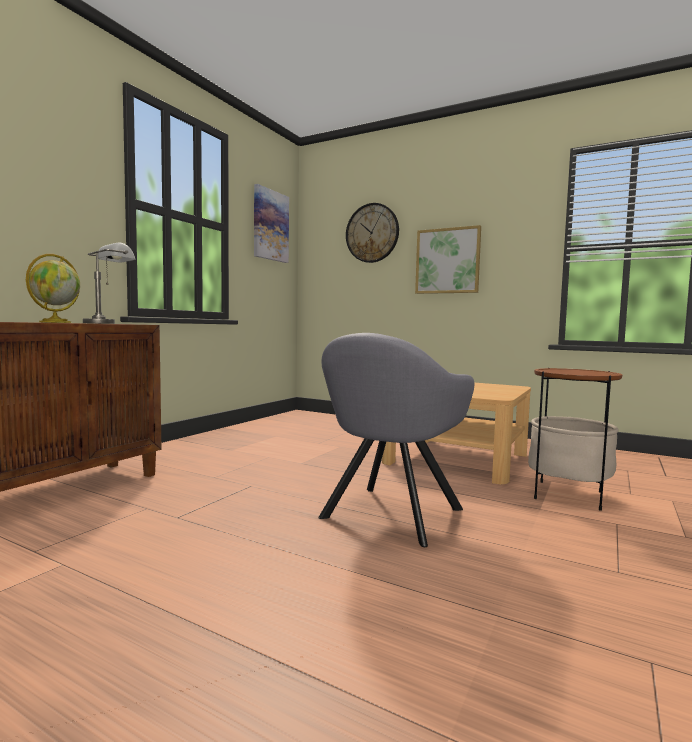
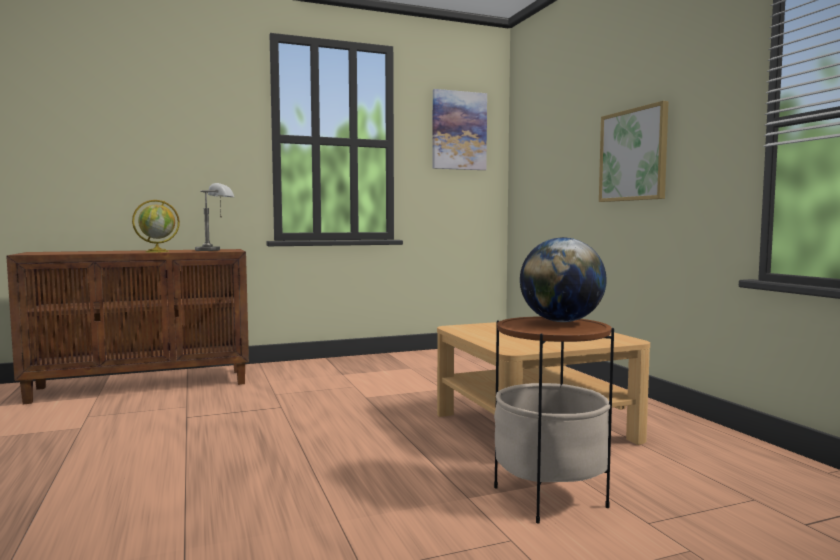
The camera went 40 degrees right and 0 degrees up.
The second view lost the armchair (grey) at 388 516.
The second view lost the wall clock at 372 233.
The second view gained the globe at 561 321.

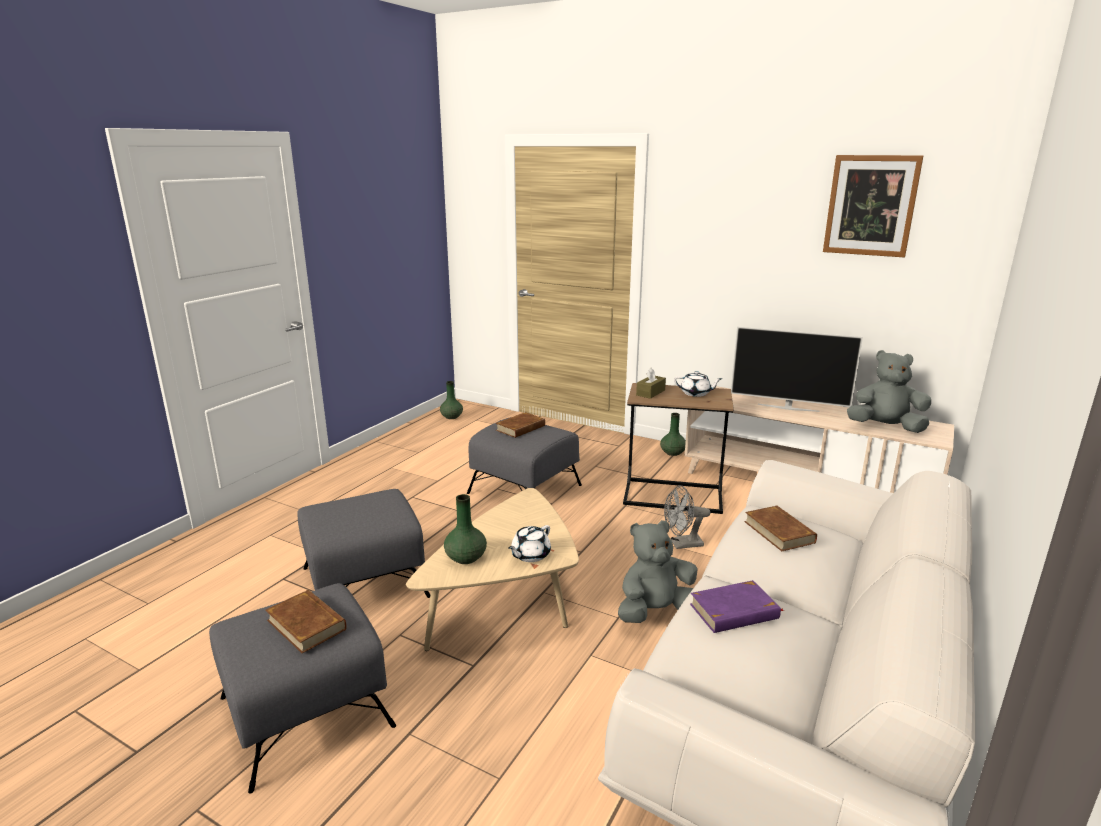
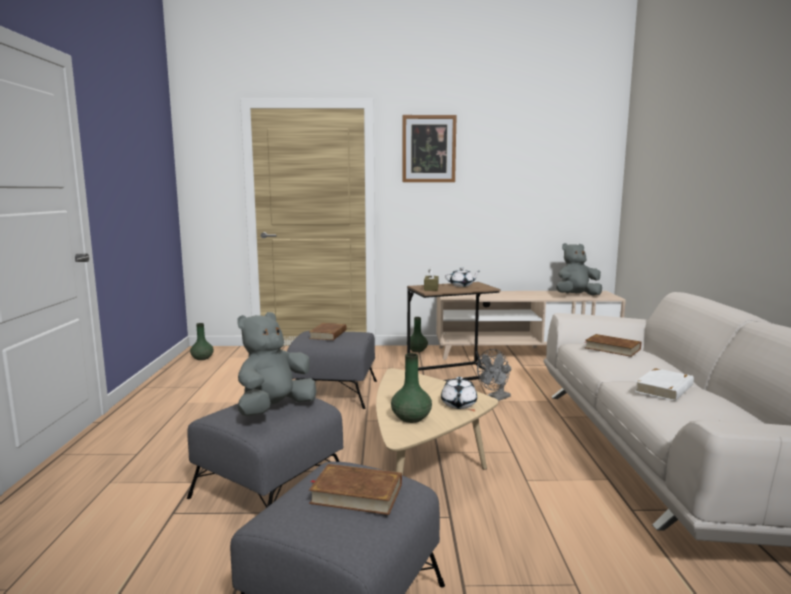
The camera went 30 degrees left and 10 degrees down.
The plush toy (grey) ended up elsewhere, having gone from 655 612 to 274 409.
What was the book (purple) at 734 612 turned into the book (white) at 664 388.
The second view lost the television at 788 407.
The picture ended up elsewhere, having gone from 870 206 to 429 149.

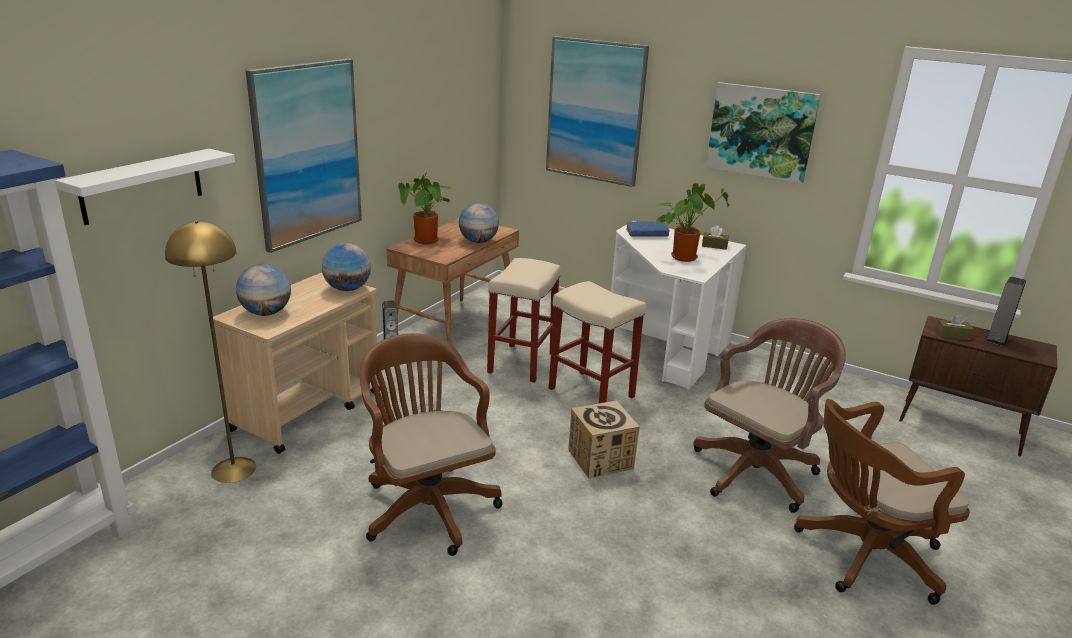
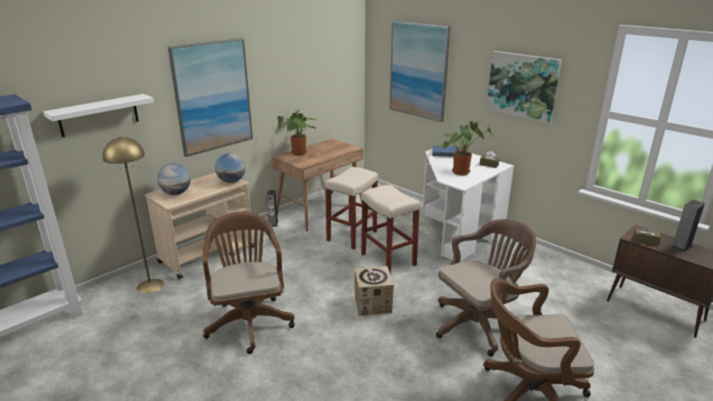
The camera went 15 degrees right and 0 degrees up.
The second view lost the globe at 478 241.

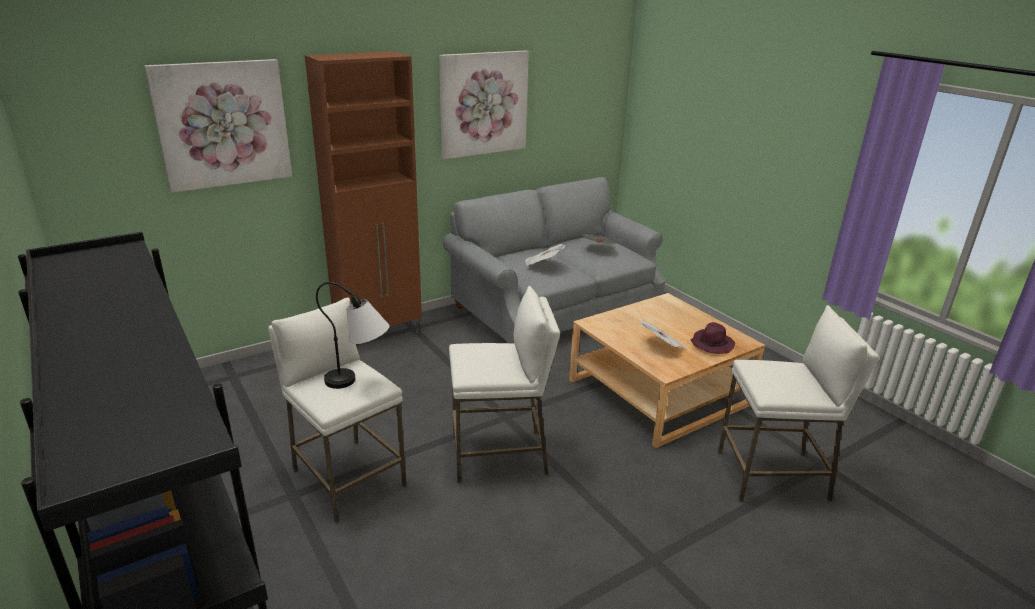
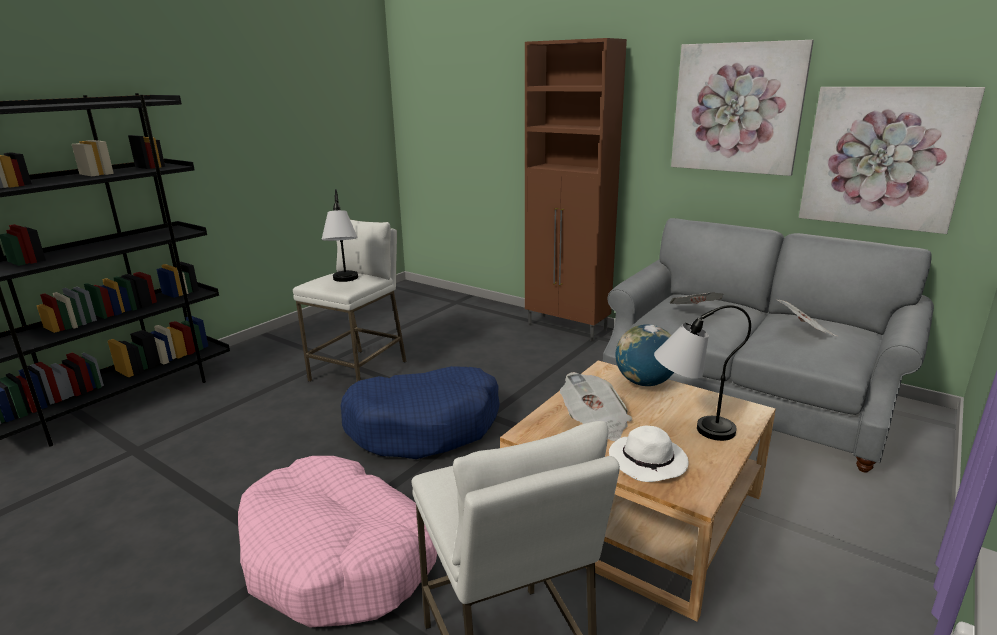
The camera went 70 degrees right and 5 degrees down.
The picture ended up elsewhere, having gone from 223 124 to 883 158.
Where the stool (white) stood at 499 455, the dog bed (blue) came to stand at 424 426.
What was the hat (purple) at 711 344 turned into the hat (white) at 649 462.
The second view gained the dog bed (pink) at 338 557.
The second view gained the globe at 644 382.
The second view gained the table lamp at 689 428.

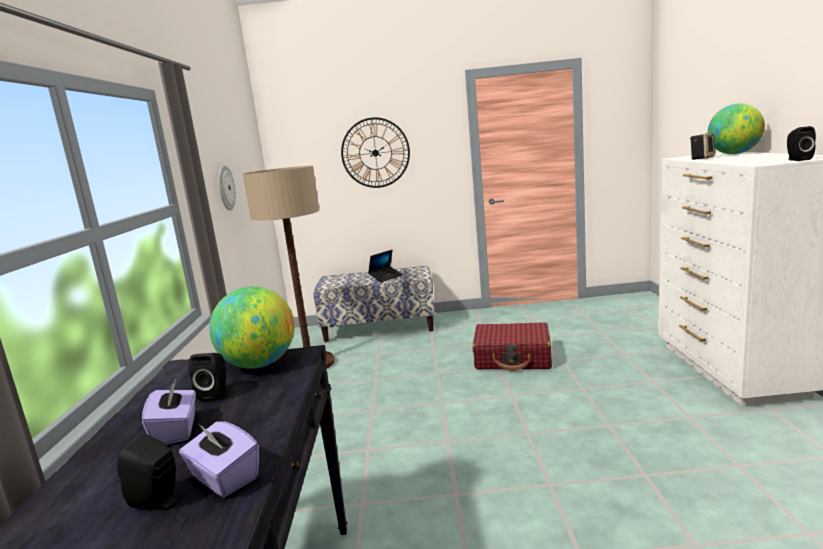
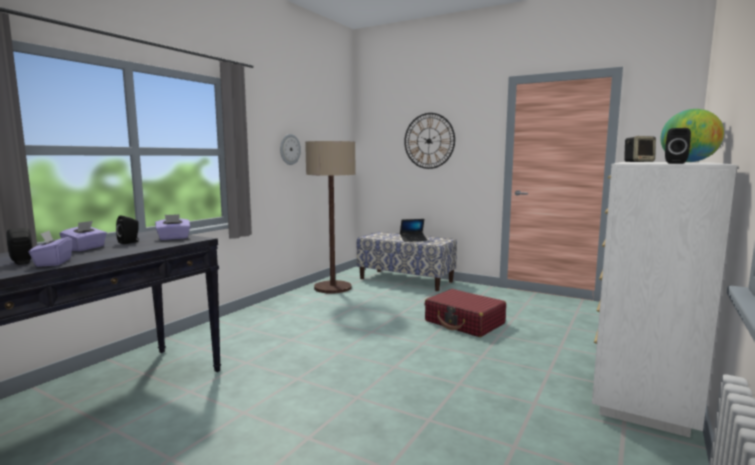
The camera went 30 degrees right and 5 degrees down.
Where the globe stood at 259 364, the tissue box (purple) came to stand at 173 238.

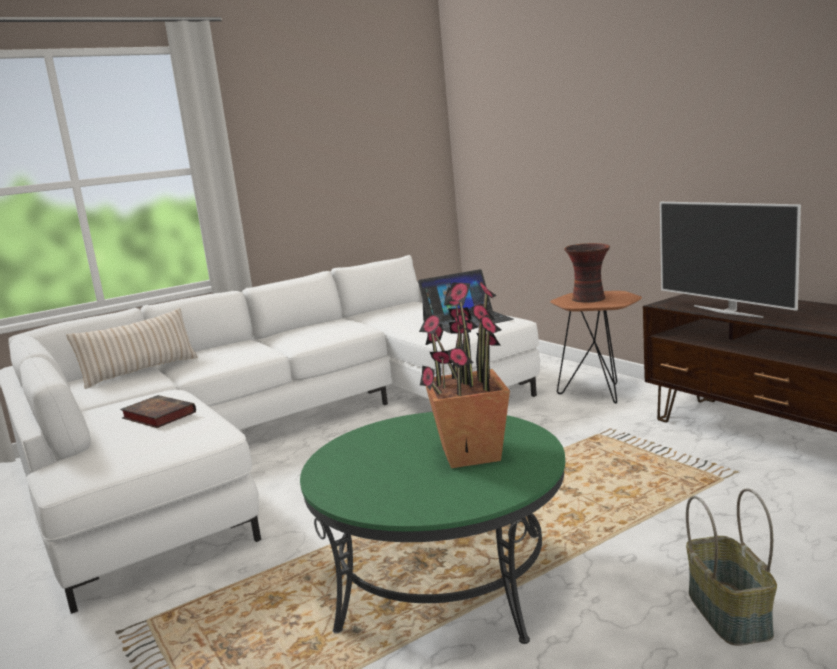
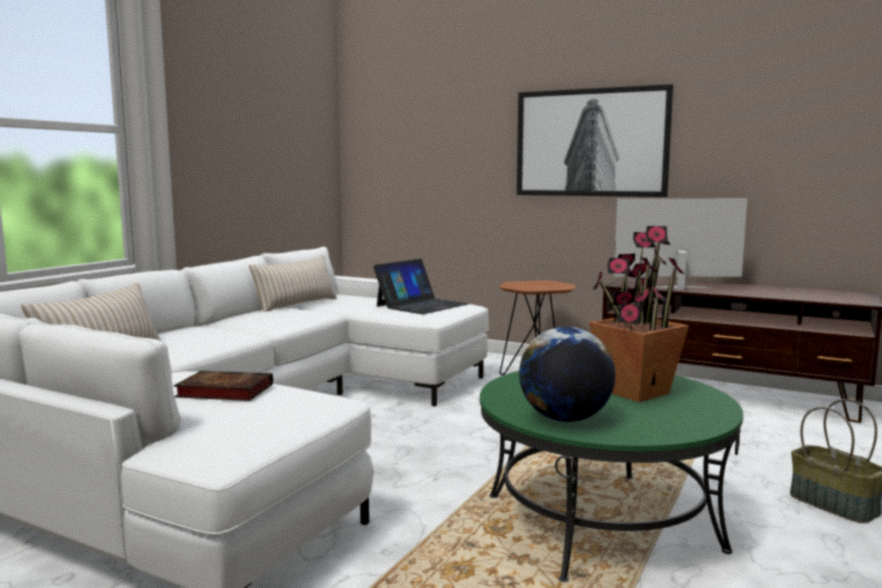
The camera went 30 degrees left and 5 degrees down.
The second view lost the vase at 589 299.
The television at 728 311 ended up facing another way, 150 degrees clockwise from before.
The second view gained the pillow (beige) at 296 305.
The second view gained the picture at 591 143.
The second view gained the globe at 565 419.

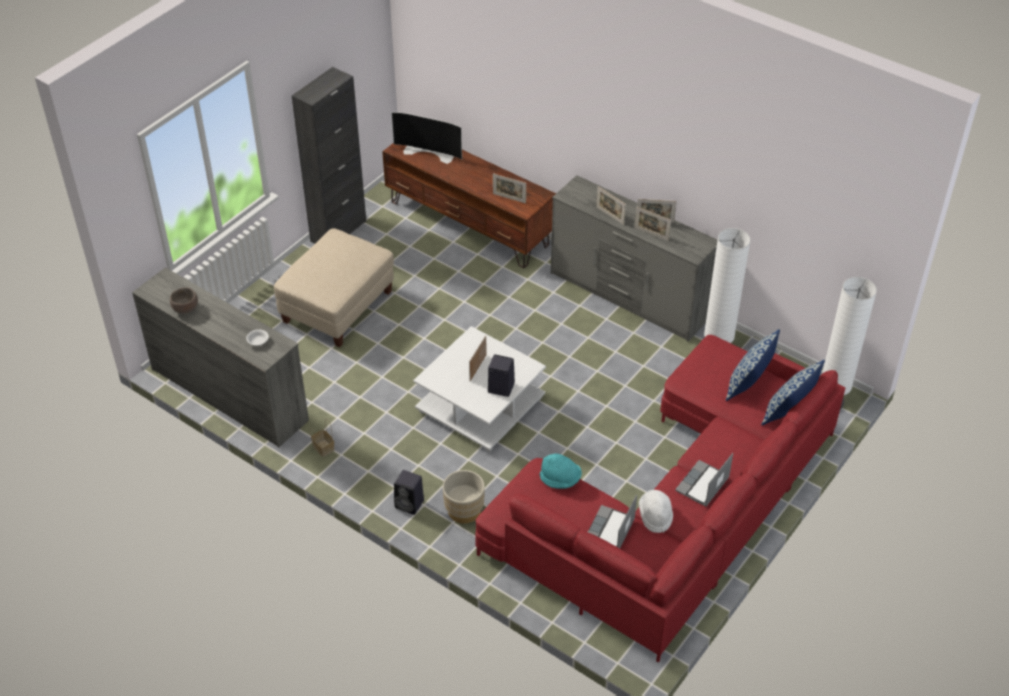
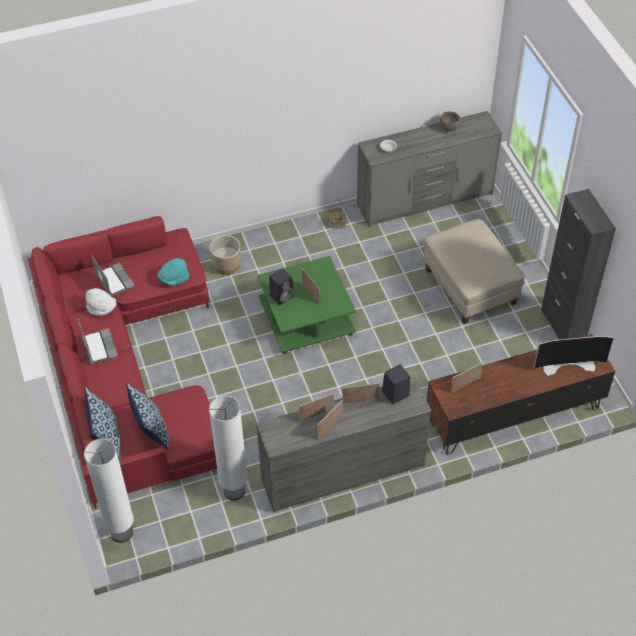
The camera went 125 degrees right and 5 degrees up.
The television at 430 152 ended up facing another way, 150 degrees counterclockwise from before.
The speaker (black) ended up elsewhere, having gone from 410 504 to 395 394.
What was the coffee table (white) at 480 406 turned into the coffee table (green) at 305 318.

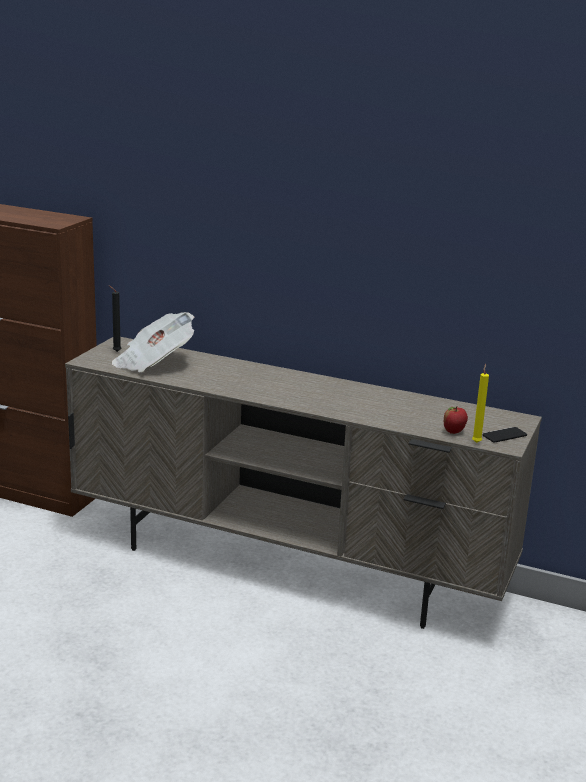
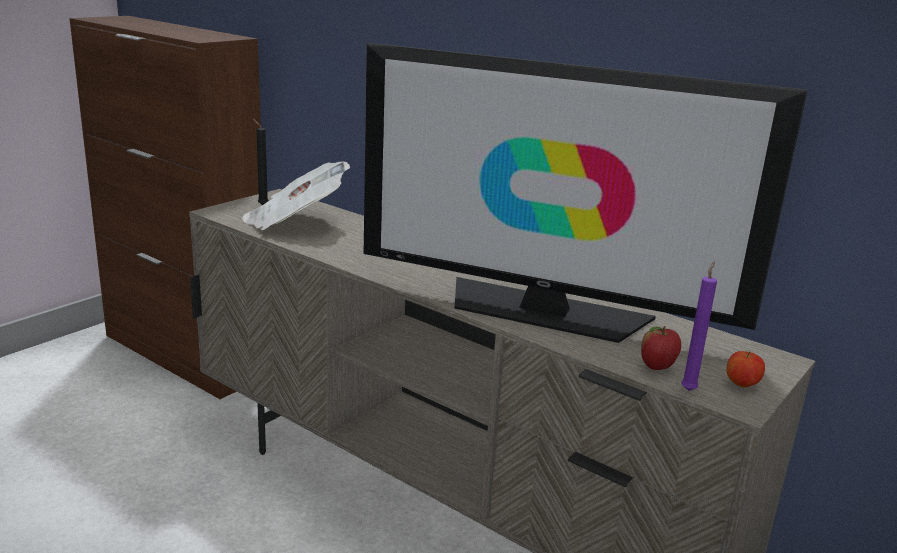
The camera went 15 degrees right and 0 degrees up.
What was the candle (yellow) at 476 442 turned into the candle (purple) at 689 389.
Where the phone stood at 504 435, the apple came to stand at 741 384.
The second view gained the television at 543 311.

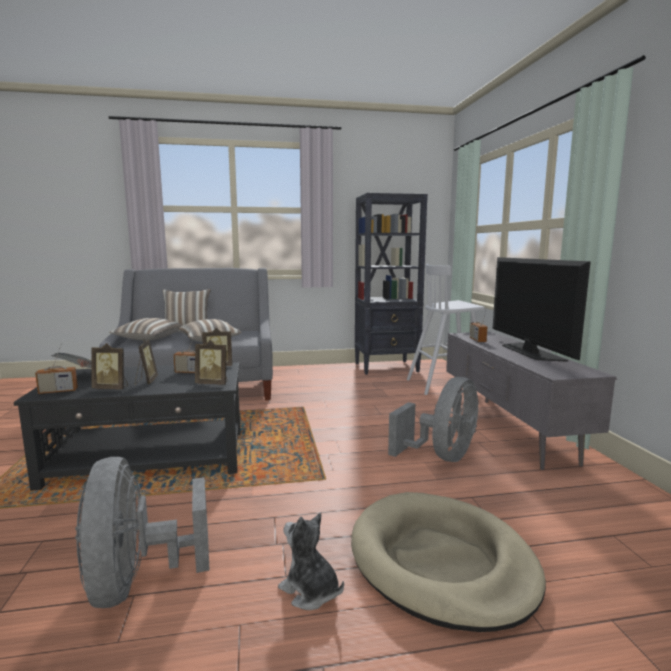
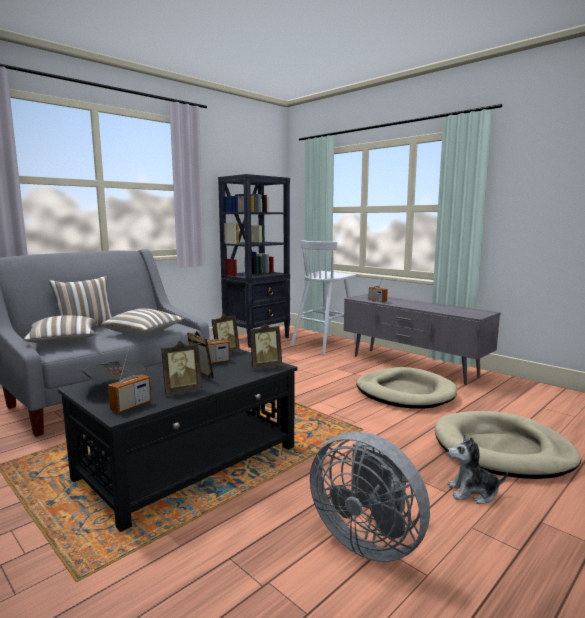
The camera went 35 degrees left and 0 degrees up.
Where the fan (grey) stood at 442 456, the dog bed (beige) came to stand at 405 392.
The second view lost the television at 530 352.

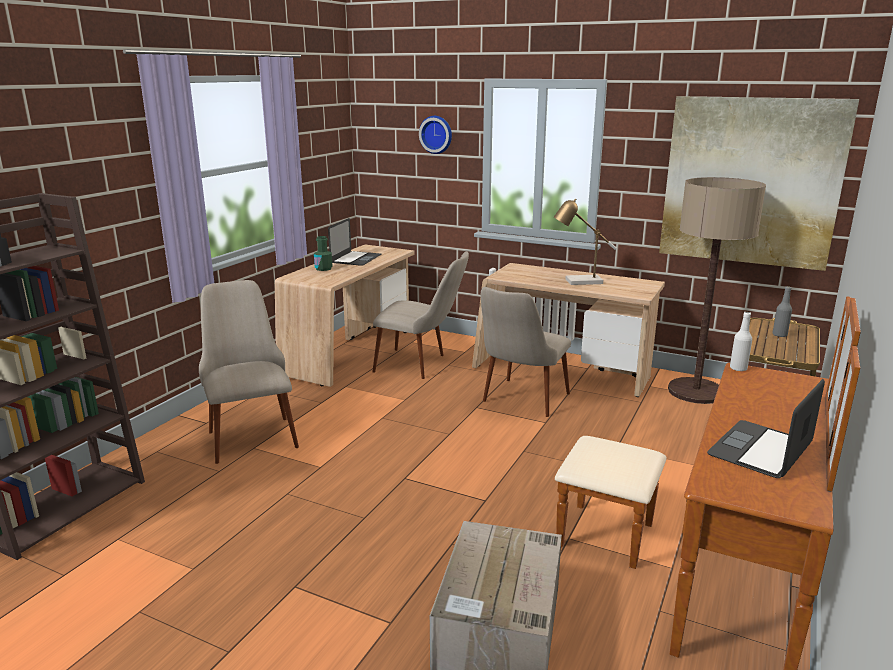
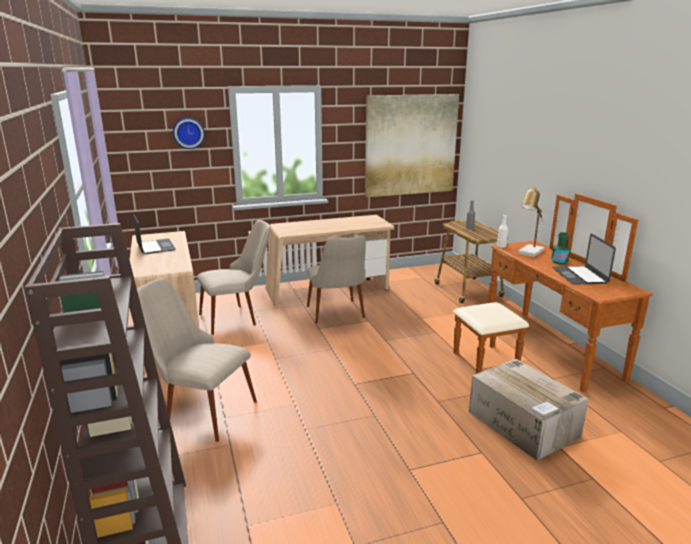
The camera went 45 degrees left and 0 degrees up.
The bottle (green) ended up elsewhere, having gone from 323 268 to 559 262.
The table lamp ended up elsewhere, having gone from 579 282 to 530 253.
The second view lost the floor lamp at 696 391.

